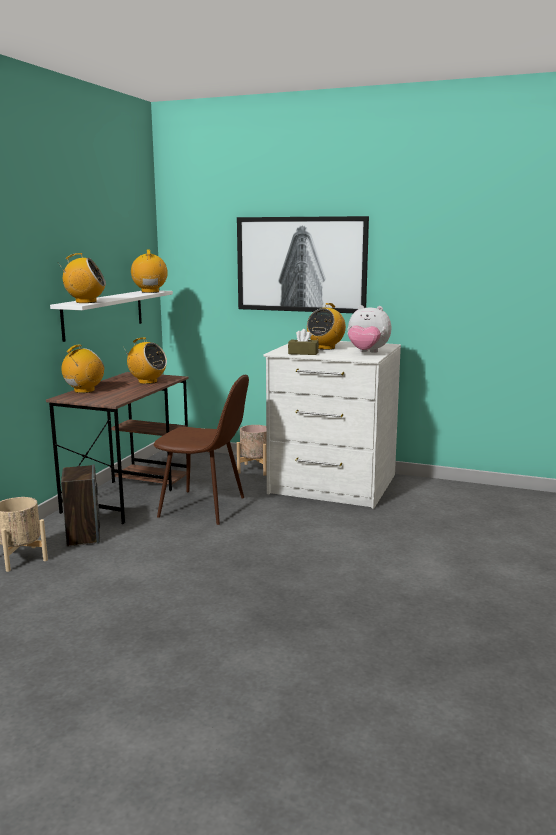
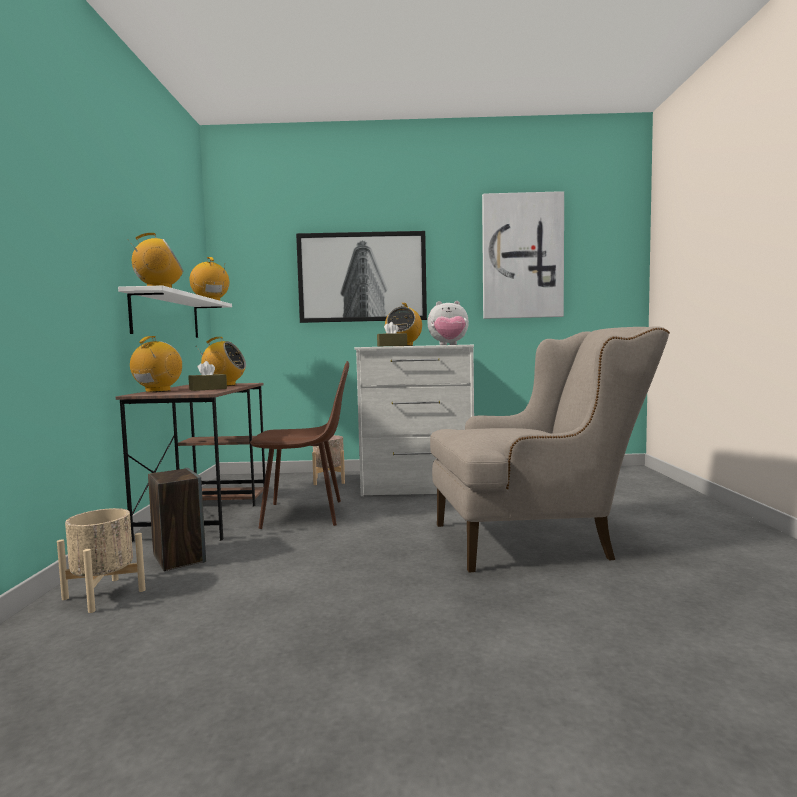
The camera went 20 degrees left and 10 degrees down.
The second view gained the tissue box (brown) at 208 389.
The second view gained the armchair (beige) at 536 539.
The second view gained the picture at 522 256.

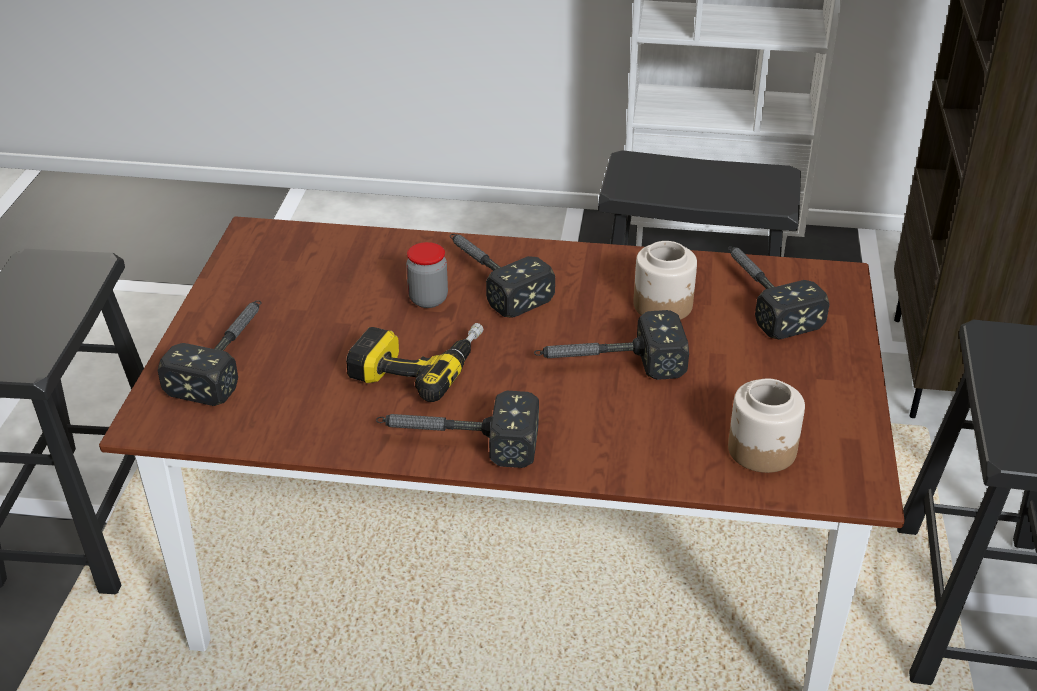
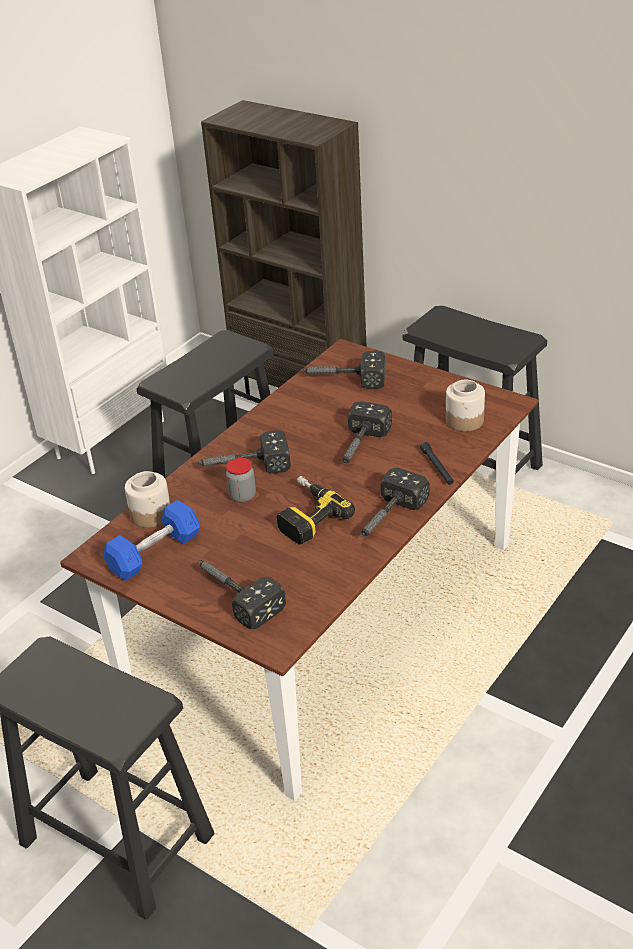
The camera went 60 degrees left and 0 degrees up.
The jar ended up elsewhere, having gone from 663 305 to 151 514.
The second view gained the dumbbell (blue) at 154 553.
The second view gained the flashlight (black) at 437 467.

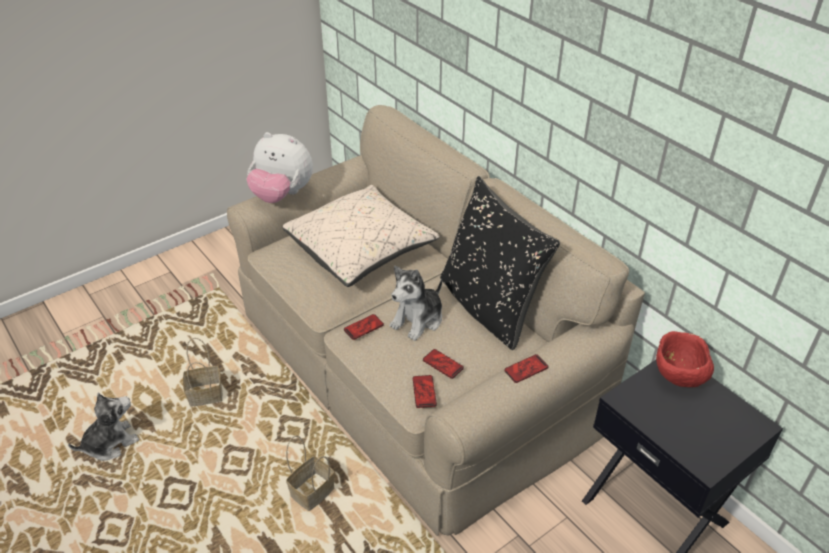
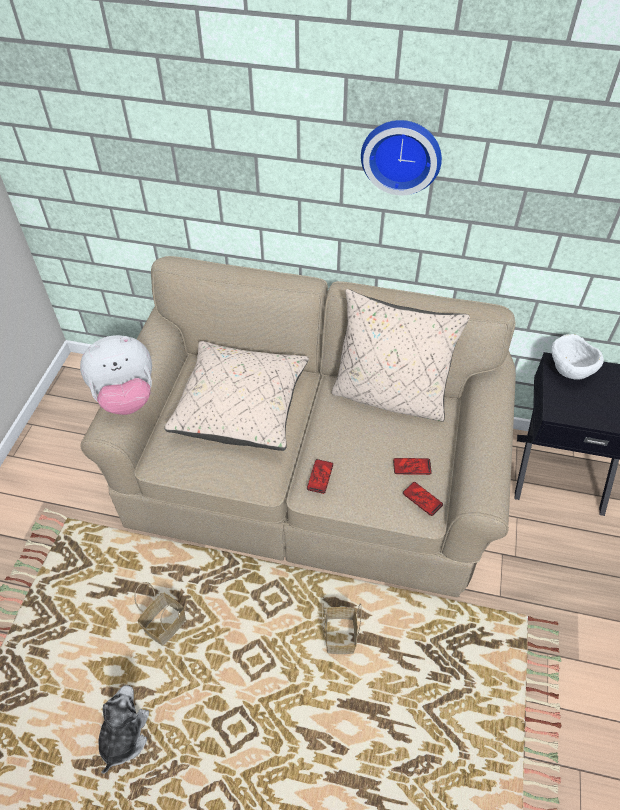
The camera went 40 degrees left and 10 degrees up.
The second view lost the plush toy at 418 320.
What was the pillow (black) at 489 307 turned into the pillow (beige) at 390 396.
The second view lost the phone at 526 369.
What was the bowl (red) at 678 377 turned into the bowl (white) at 569 372.
The second view gained the wall clock at 401 154.

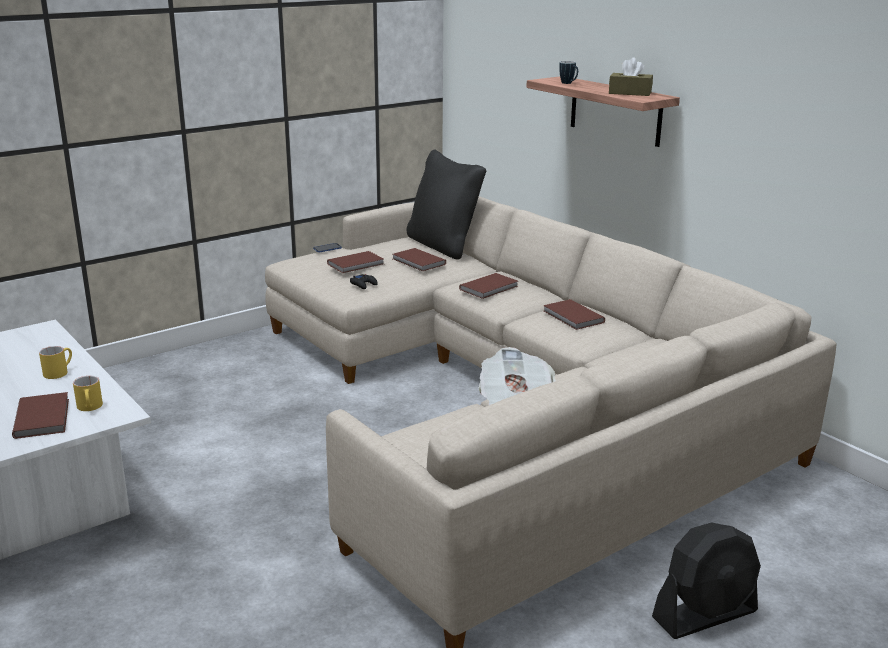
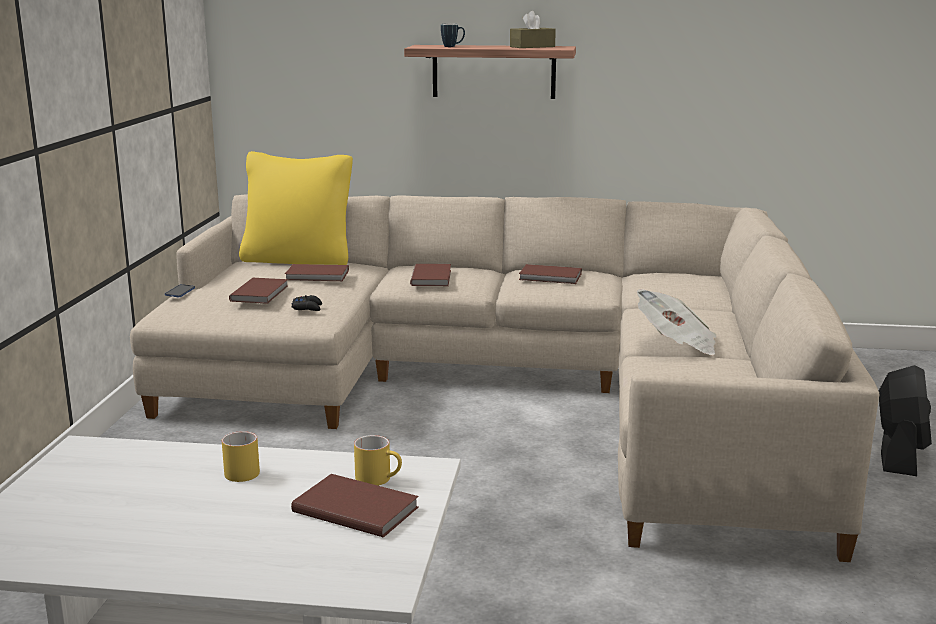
The camera went 45 degrees left and 5 degrees down.
What was the pillow (black) at 444 246 turned into the pillow (yellow) at 298 260.

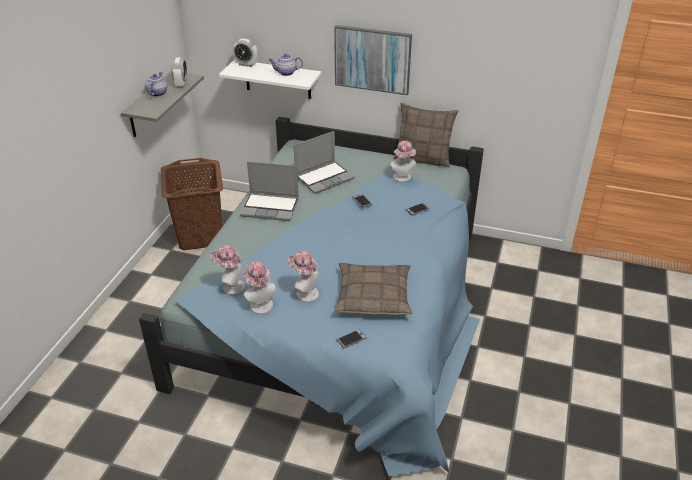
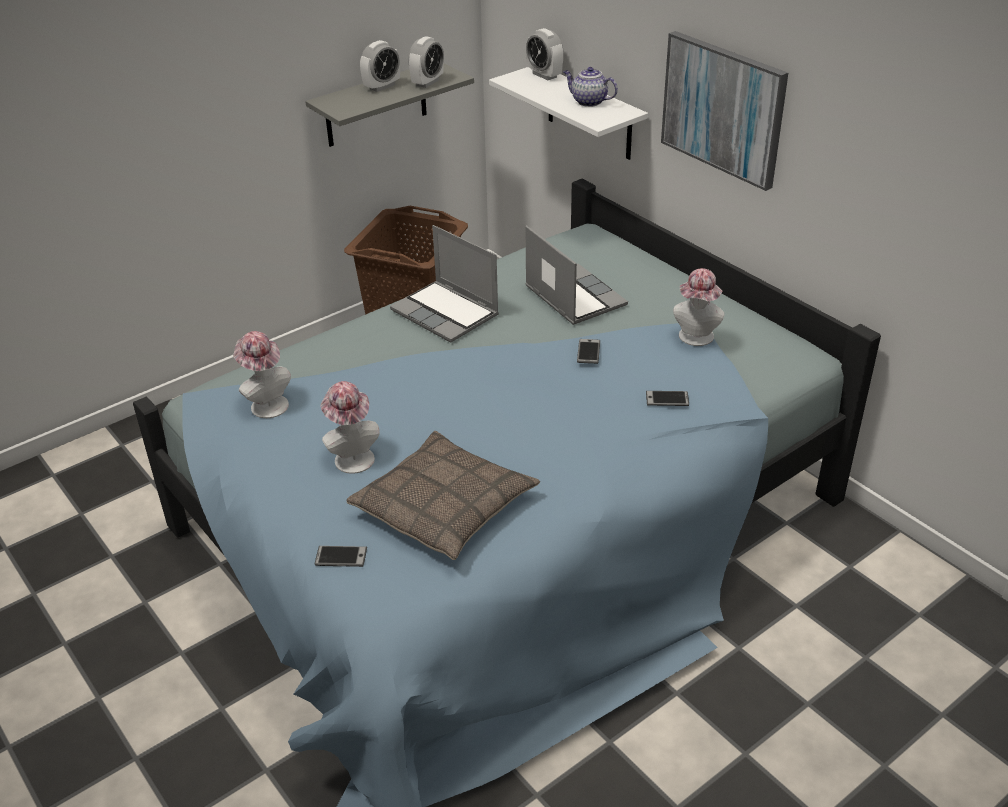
The camera went 35 degrees right and 0 degrees up.
Where the teapot stood at 157 93, the alarm clock came to stand at 382 86.
The second view lost the hat at 259 303.
The laptop at 324 178 ended up facing another way, 120 degrees counterclockwise from before.
The second view lost the pillow at 423 158.

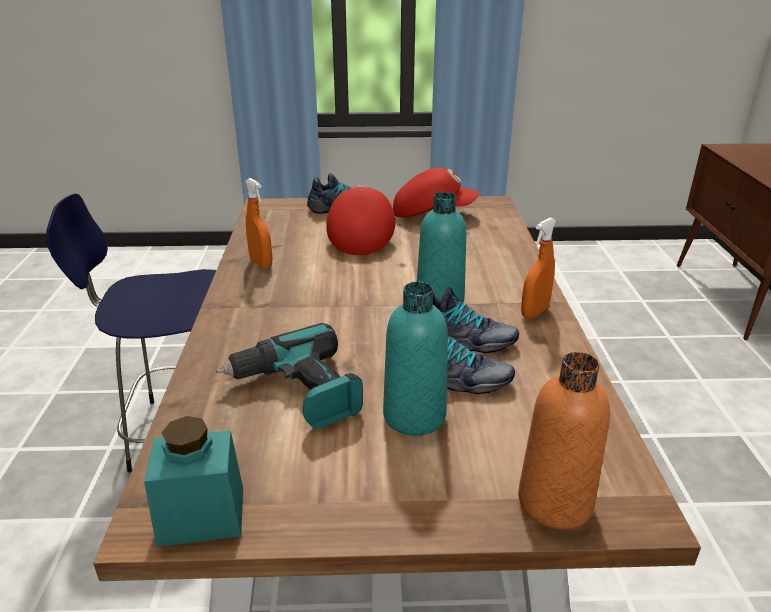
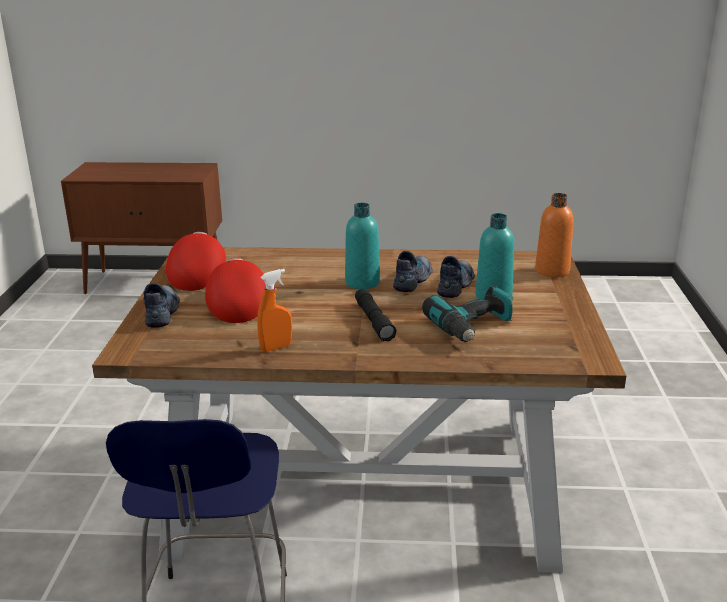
The camera went 85 degrees left and 5 degrees down.
The second view lost the jar (turquoise) at 201 516.
The cap (red) at 360 237 ended up facing another way, 75 degrees clockwise from before.
The second view lost the spray bottle (orange) at 534 312.
The second view gained the flashlight (black) at 374 321.

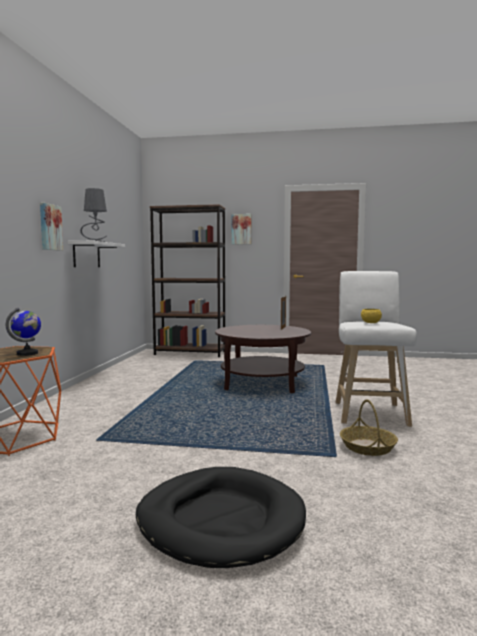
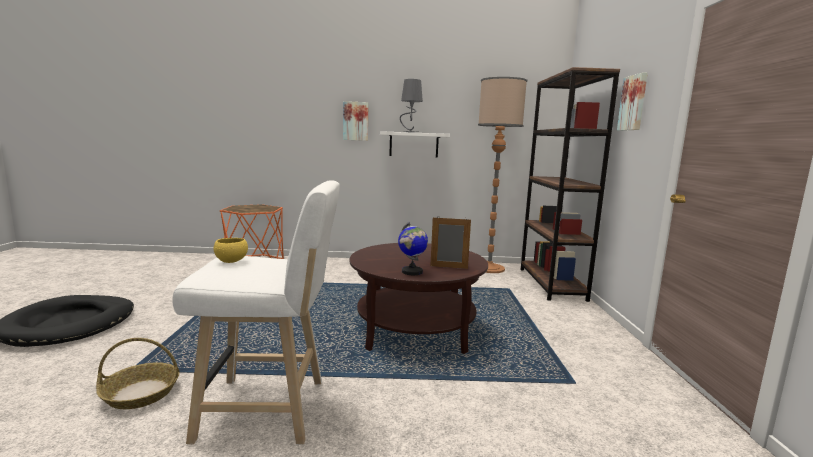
The camera went 80 degrees right and 5 degrees up.
The globe ended up elsewhere, having gone from 27 353 to 412 272.
The second view gained the floor lamp at 489 268.

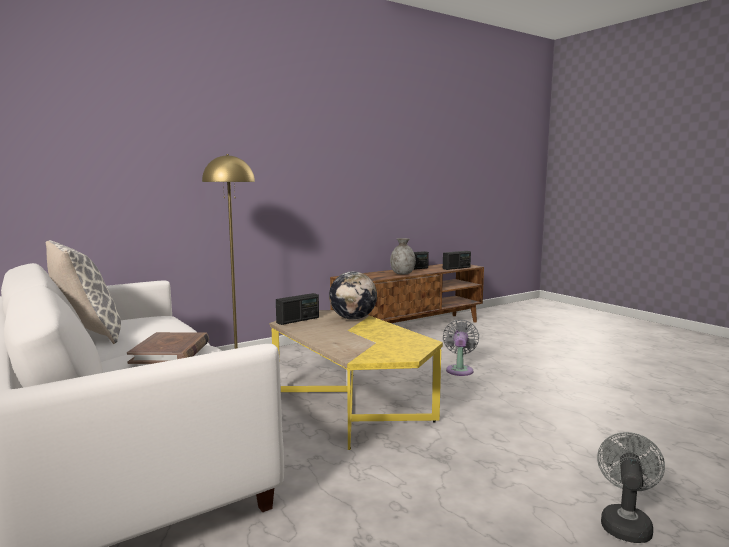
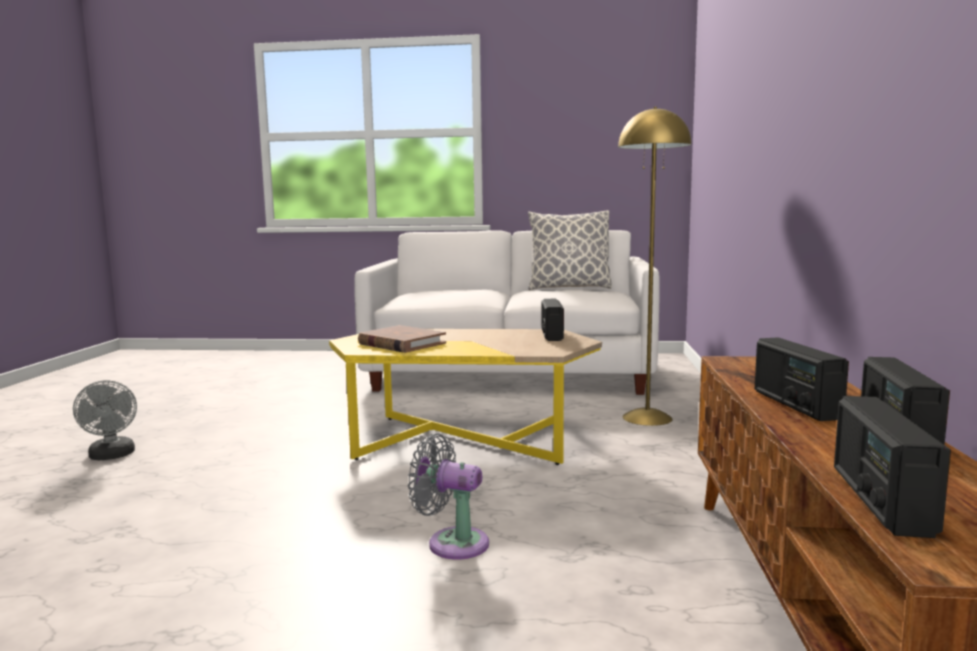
The camera went 130 degrees right and 0 degrees up.
The book (brown) ended up elsewhere, having gone from 171 352 to 401 343.
The second view lost the globe at 353 318.
Where the vase (grey) stood at 402 273, the radio came to stand at 795 404.
The fan (grey) at 459 369 ended up facing another way, 150 degrees clockwise from before.

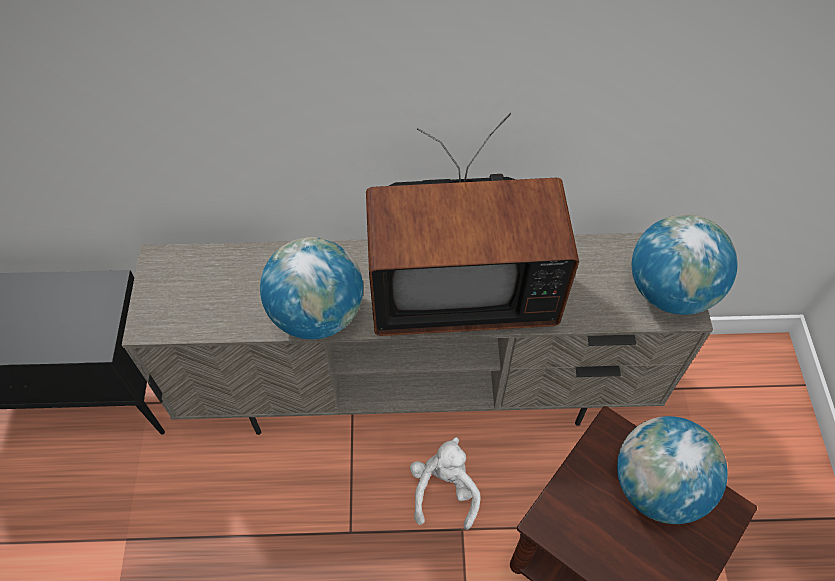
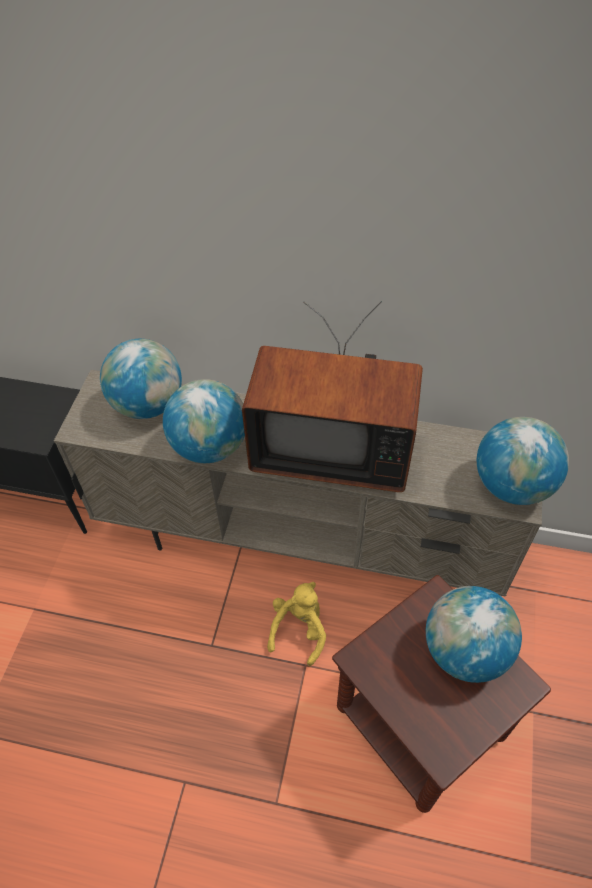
The camera went 15 degrees right and 5 degrees down.
What was the plush toy (white) at 444 490 turned into the plush toy (yellow) at 299 629.
The second view gained the globe at 148 404.

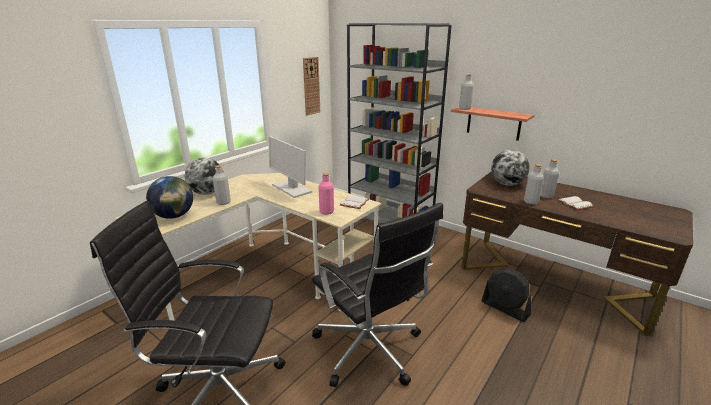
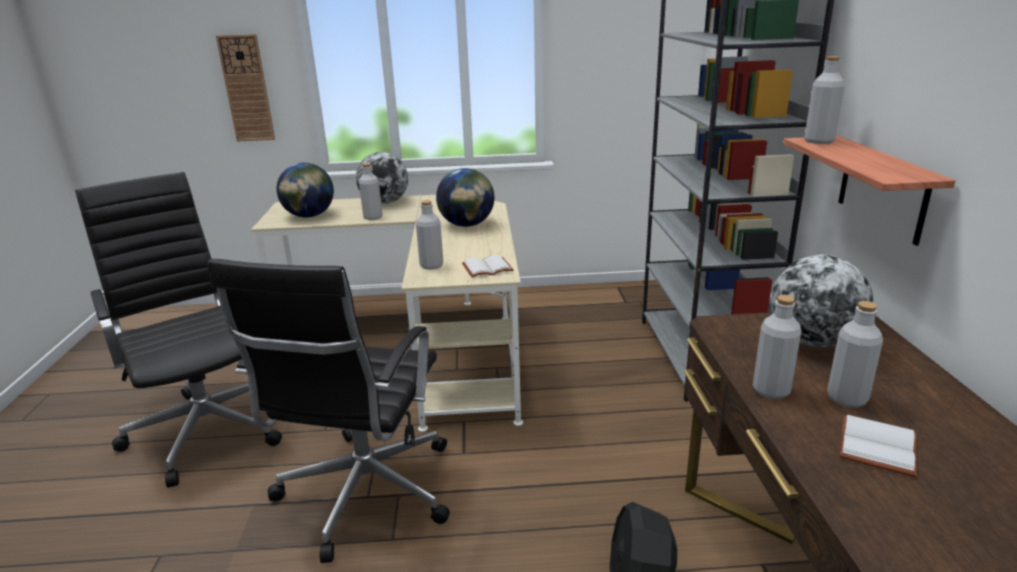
The camera went 50 degrees right and 0 degrees up.
Where the monitor stood at 291 188, the globe came to stand at 467 225.
The wall clock ended up elsewhere, having gone from 311 86 to 246 89.
What was the bottle (pink) at 326 212 turned into the bottle (grey) at 431 265.

